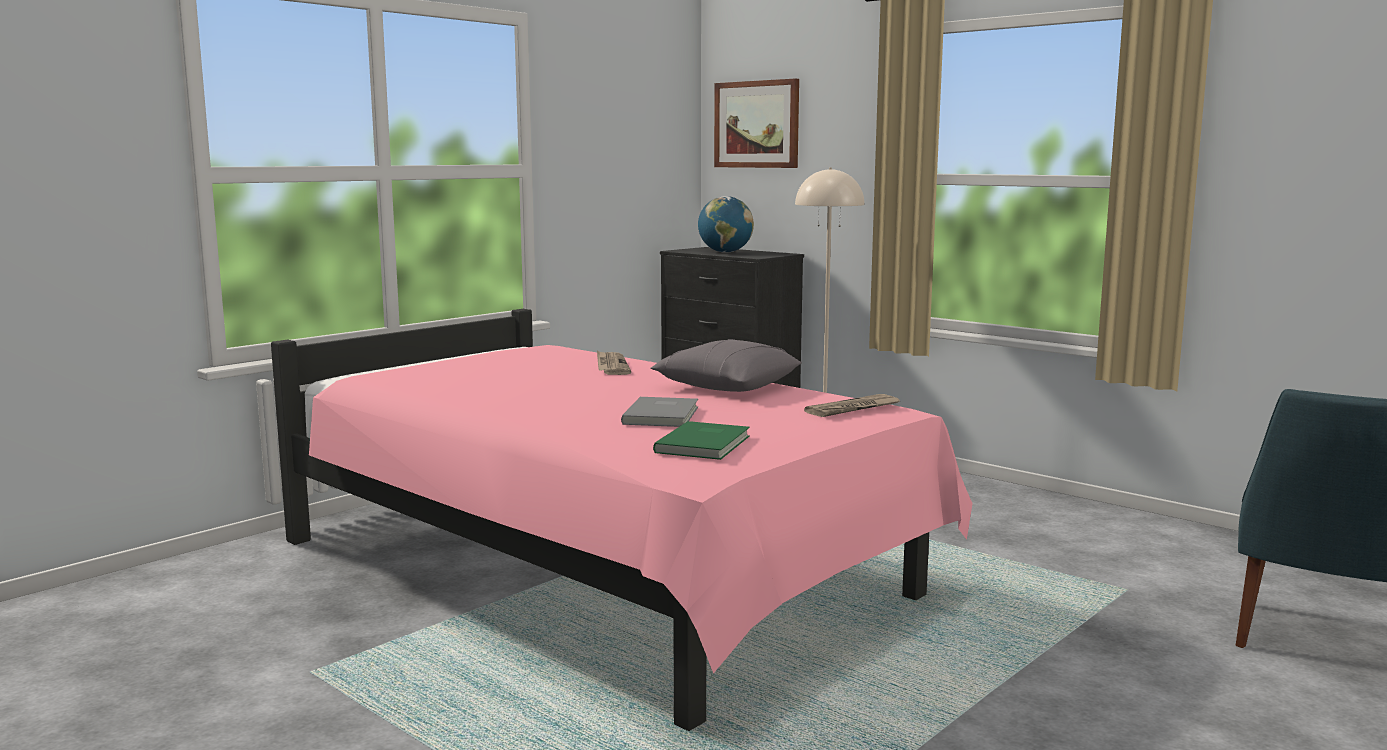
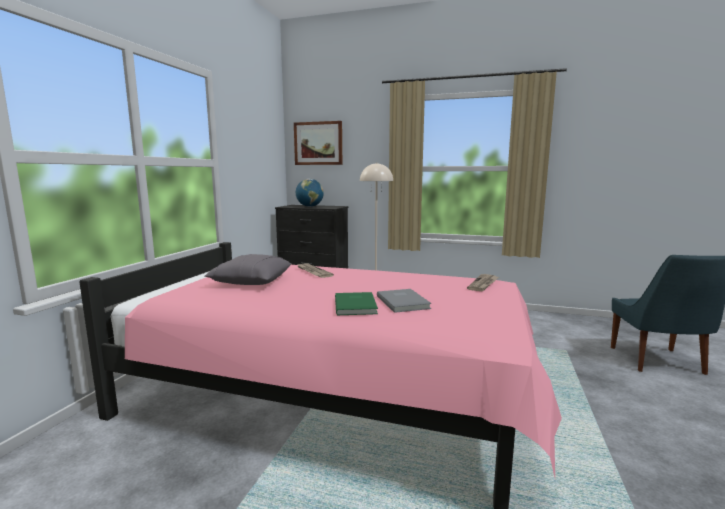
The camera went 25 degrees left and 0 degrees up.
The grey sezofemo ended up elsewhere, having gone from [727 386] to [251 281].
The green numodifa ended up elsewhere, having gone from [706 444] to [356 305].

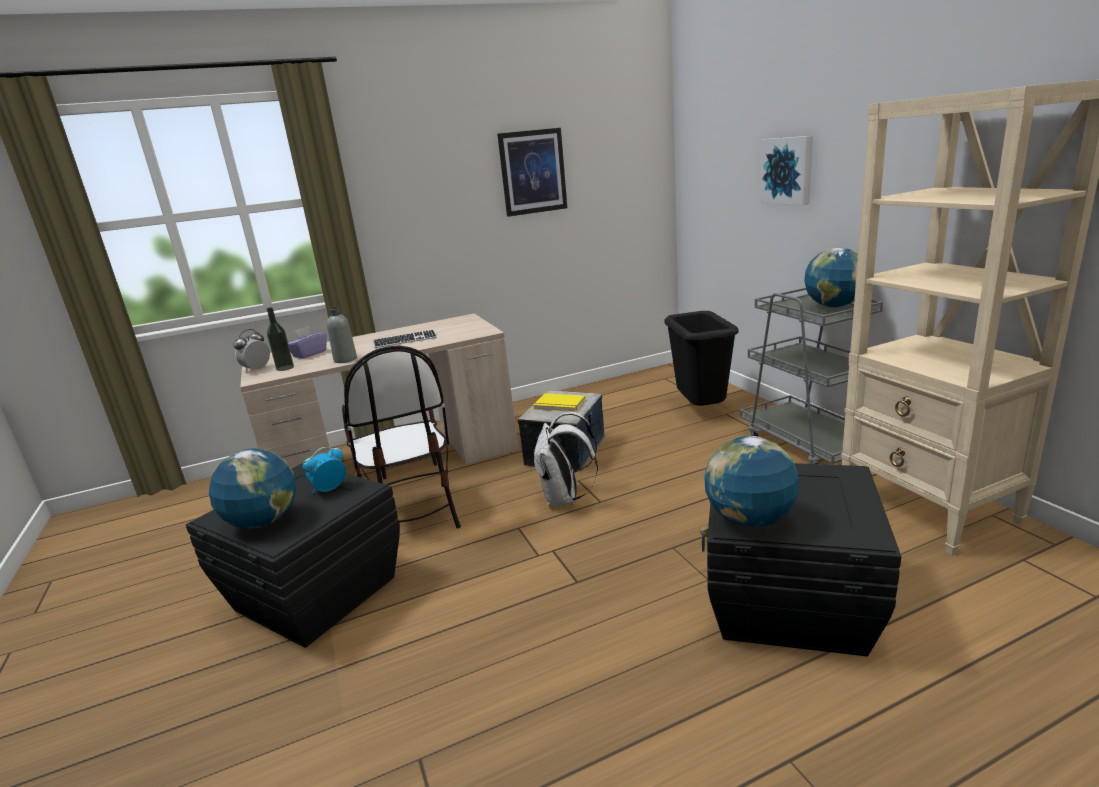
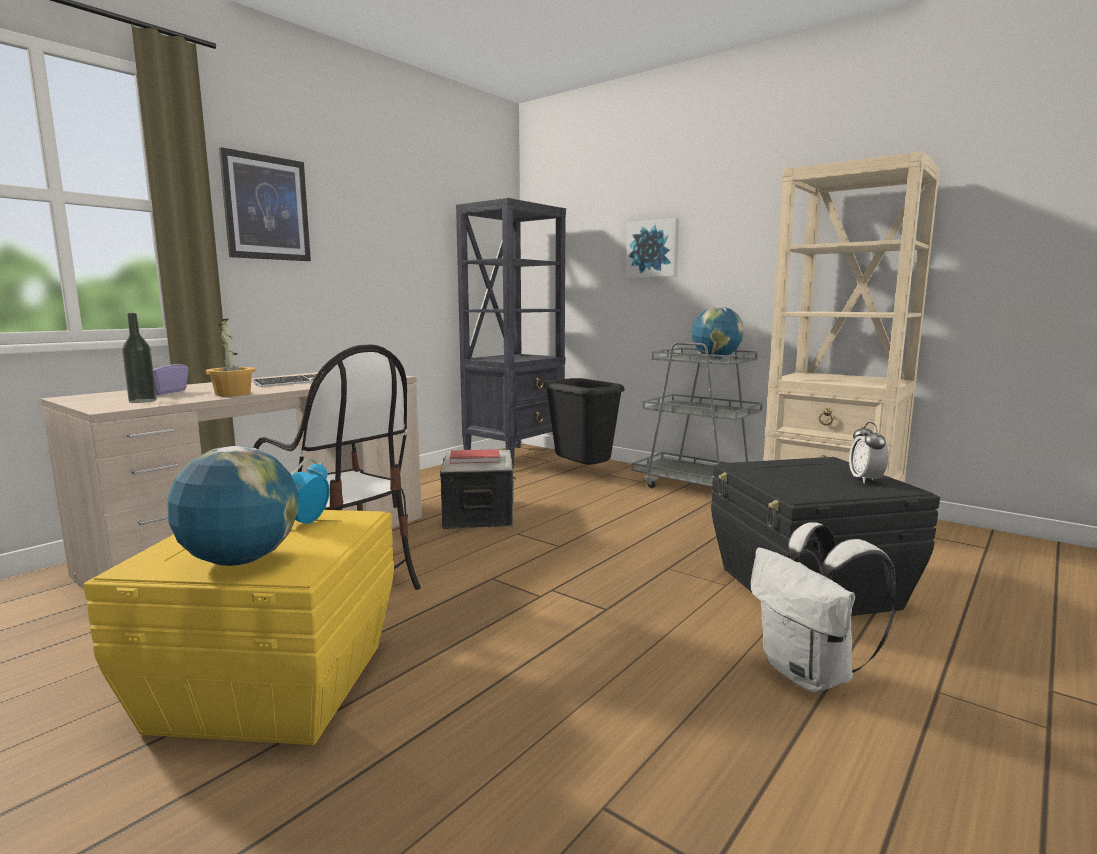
The camera went 30 degrees left and 10 degrees down.
The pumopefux ended up elsewhere, having gone from [533 172] to [266 208].
Where the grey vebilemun stood at [345 359], the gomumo came to stand at [233 394].
The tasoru ended up elsewhere, having gone from [257 369] to [865 480].
What was the yellow numodifa at [559 405] turned into the red numodifa at [475 459].
The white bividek ended up elsewhere, having gone from [564 499] to [810 675].
The second view lost the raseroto at [749 520].
What was the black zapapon at [314 594] turned into the yellow zapapon at [269 687].
The second view gained the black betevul at [515 458].

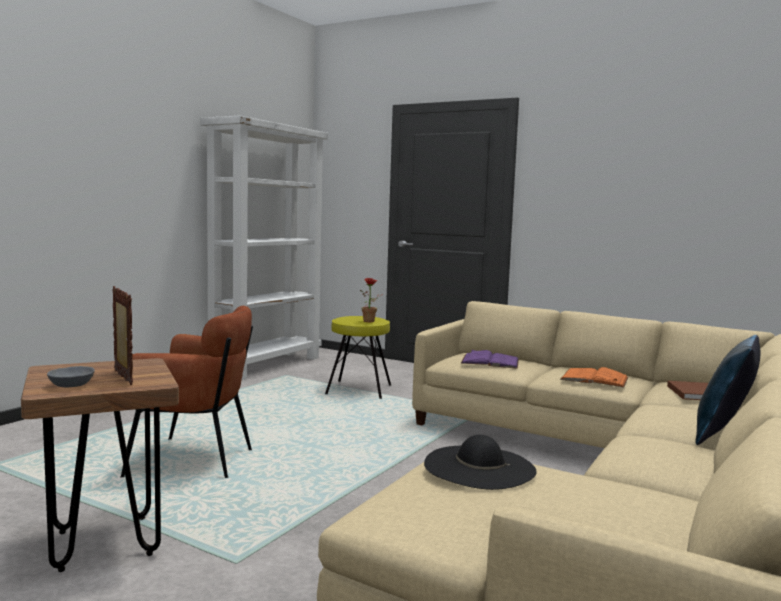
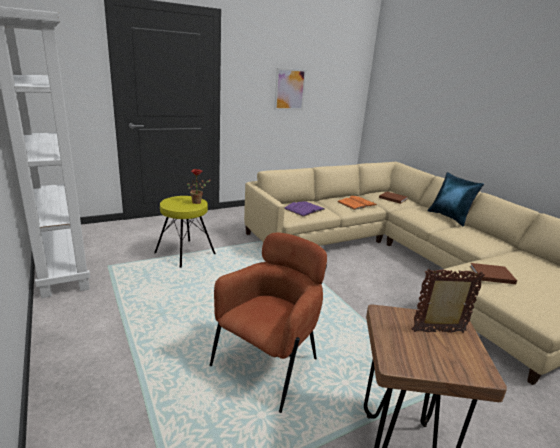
The camera went 60 degrees left and 15 degrees up.
The second view lost the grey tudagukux at [70 384].
Where the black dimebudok stood at [479 467], the brown numodifa came to stand at [490 275].
The second view gained the pumopefux at [290 89].

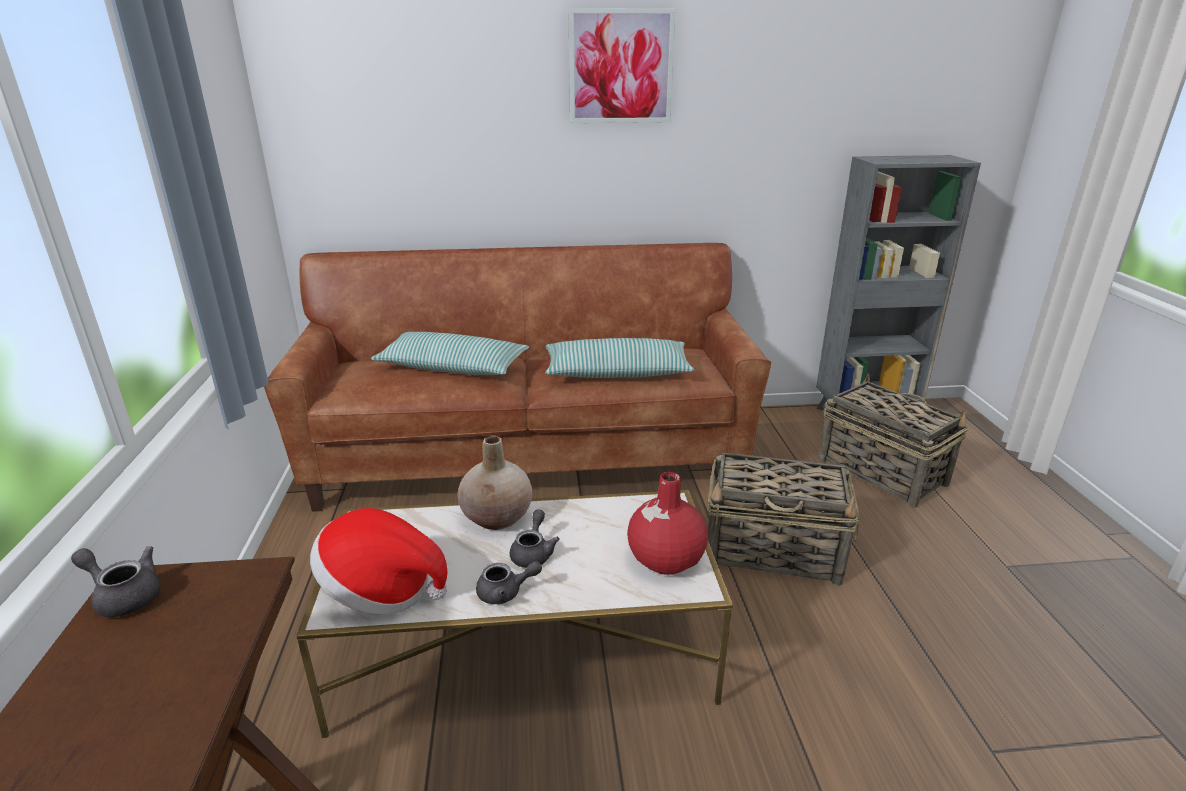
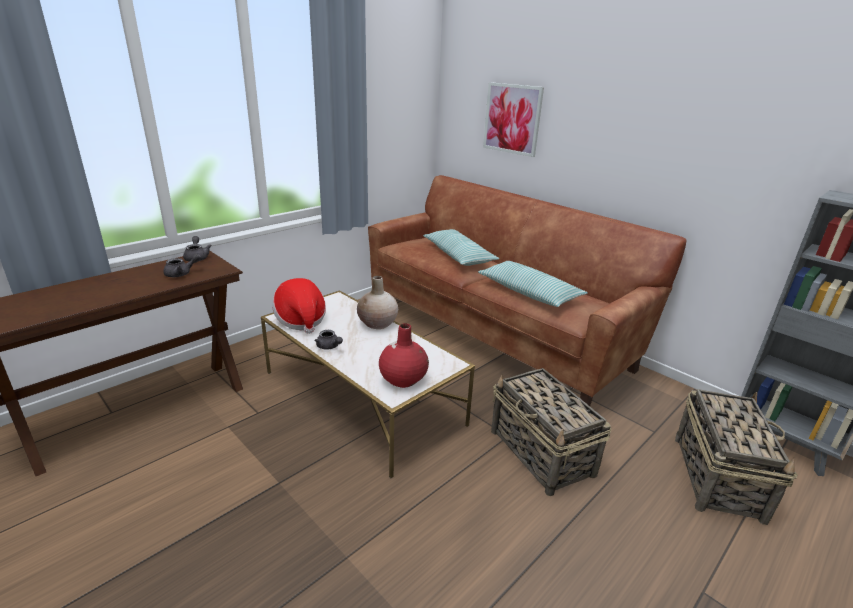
The camera went 50 degrees right and 0 degrees up.
The pumopefux ended up elsewhere, having gone from [620 67] to [512 119].
The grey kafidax ended up elsewhere, having gone from [533 553] to [182 274].

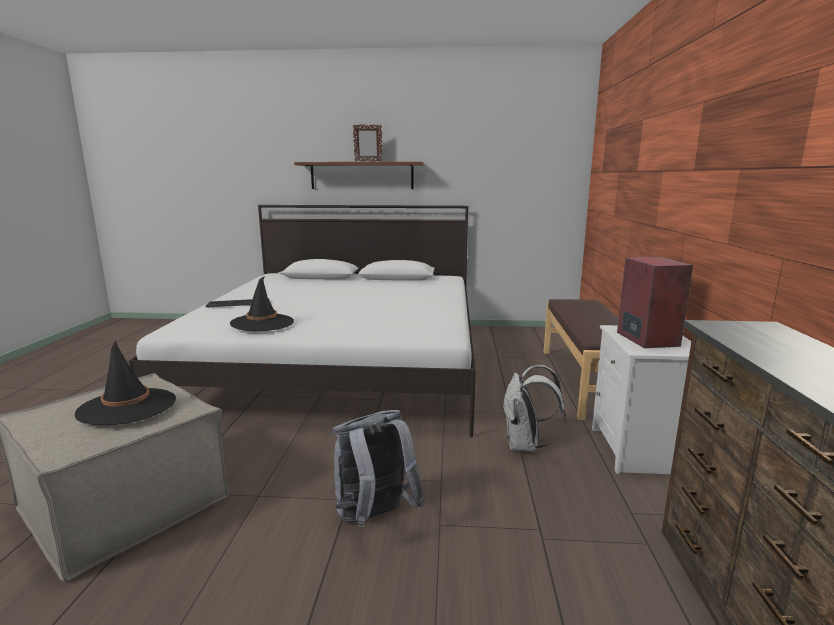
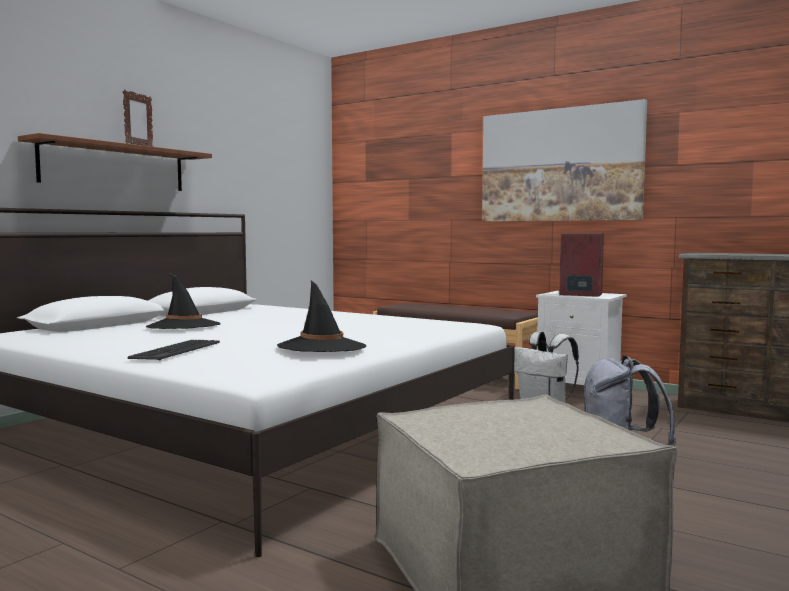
The camera went 60 degrees left and 10 degrees down.
The black dimebudok ended up elsewhere, having gone from [127 407] to [184 326].
The second view gained the pumopefux at [560 165].

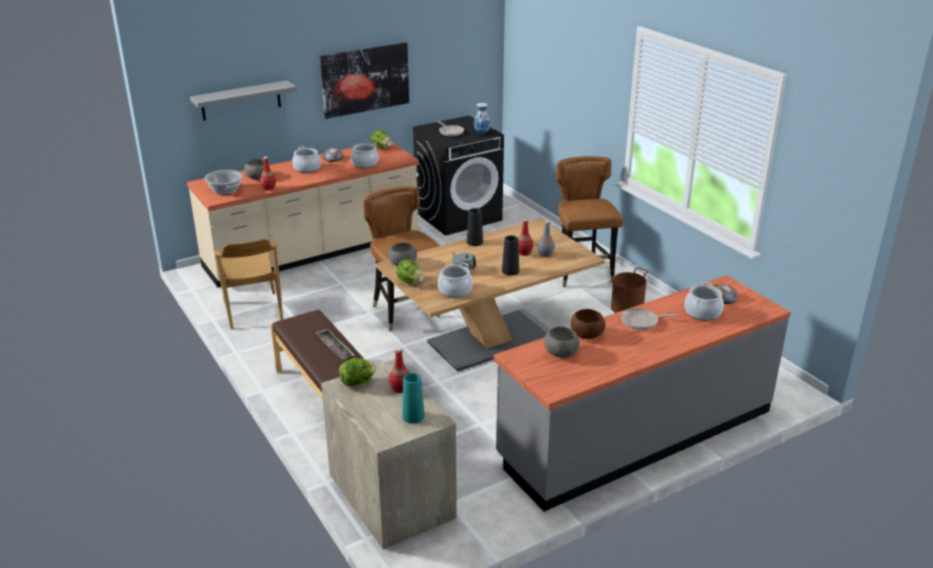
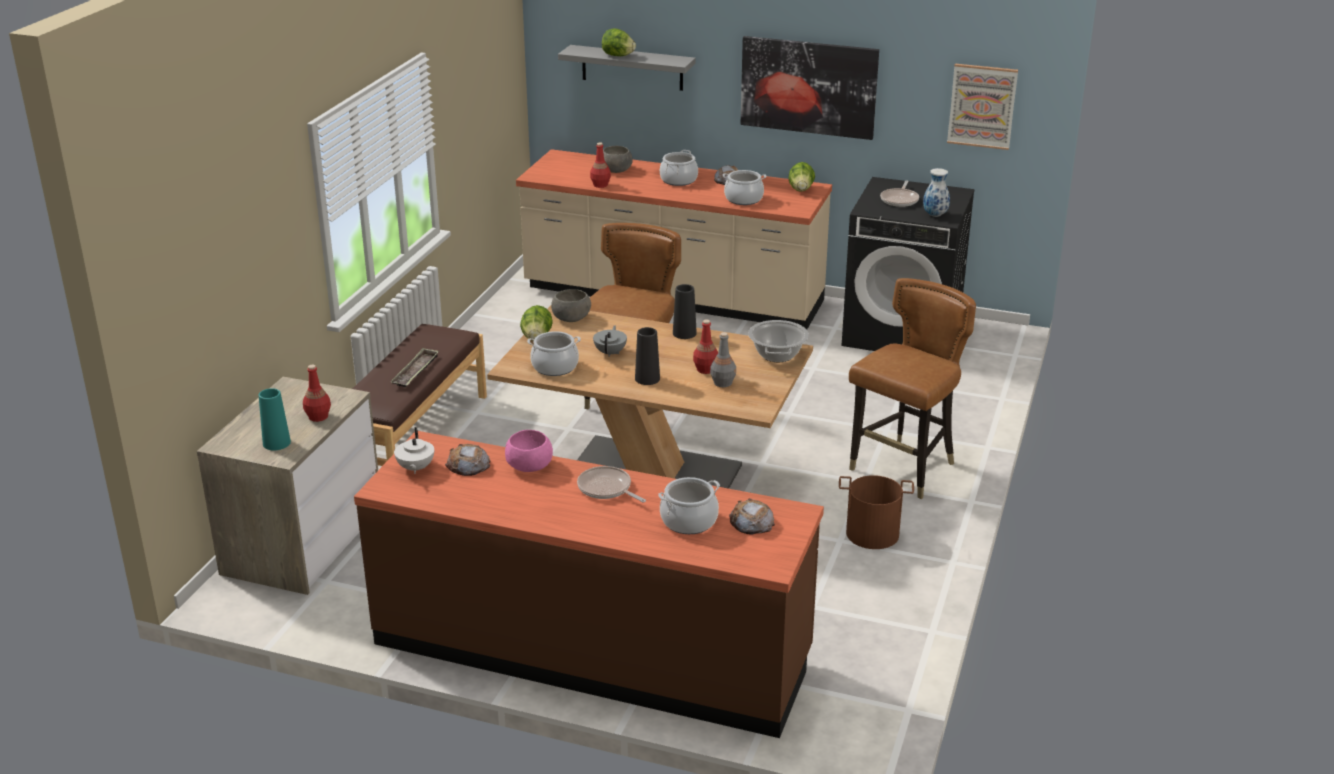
The camera went 50 degrees right and 0 degrees up.
The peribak ended up elsewhere, having gone from [225 190] to [777 355].
The second view lost the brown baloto at [253 311].
What was the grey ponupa at [636 434] turned into the brown ponupa at [592 650].
What was the brown tudagukux at [586 334] turned into the pink tudagukux at [529 465].
Where the grey tudagukux stood at [561 352], the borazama came to stand at [468 465].
The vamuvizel ended up elsewhere, having gone from [358 382] to [618 55].
The second view gained the pumopefux at [982 106].
The second view gained the white kafidax at [415 468].

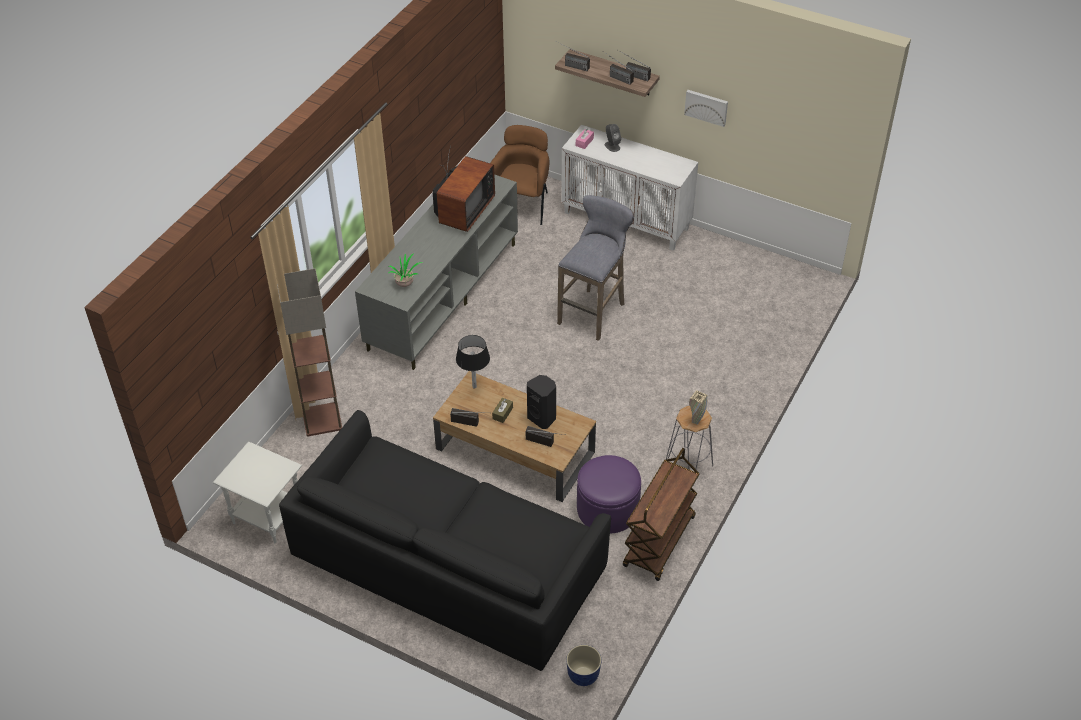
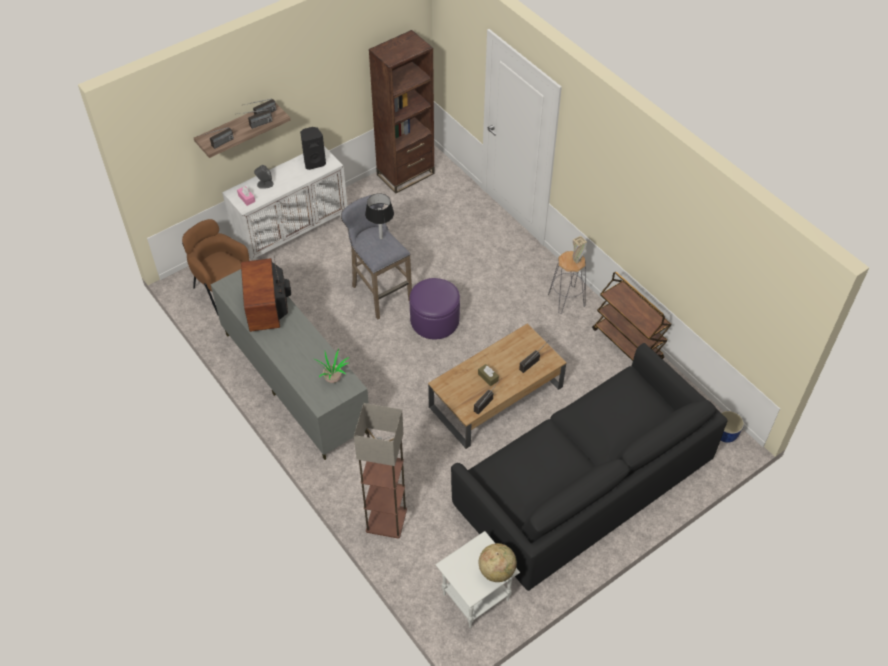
The camera went 65 degrees left and 5 degrees up.
The second view lost the pumopefux at [706 107].
The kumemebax at [462 211] ended up facing another way, 150 degrees counterclockwise from before.
The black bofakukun ended up elsewhere, having gone from [474 386] to [381 238].
The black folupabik ended up elsewhere, having gone from [542 418] to [314 162].
The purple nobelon ended up elsewhere, having gone from [607 509] to [434 320].
The second view gained the brown betevul at [405 174].
The second view gained the raseroto at [497 571].

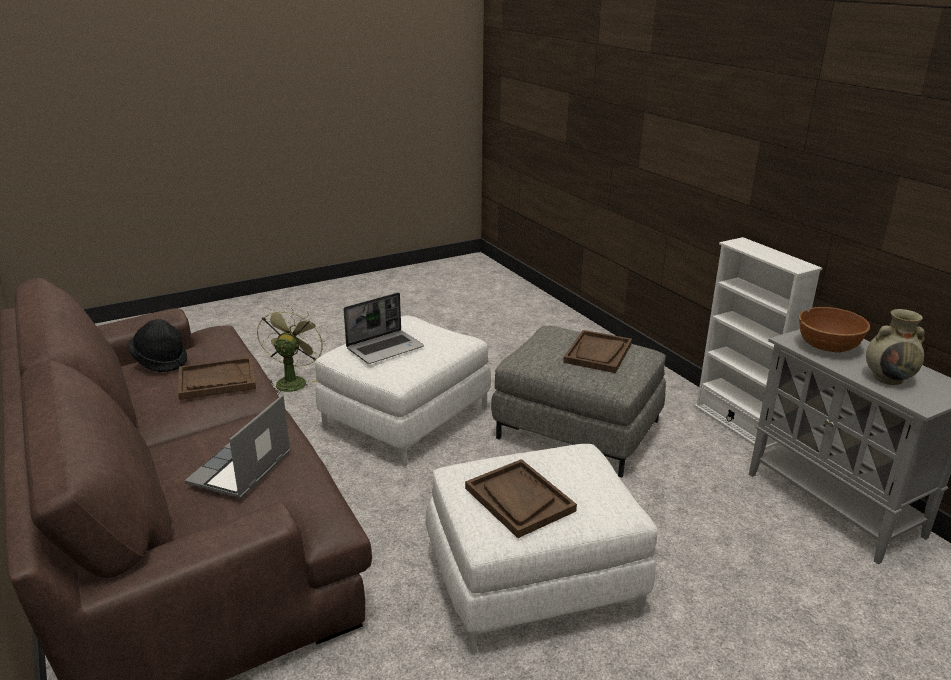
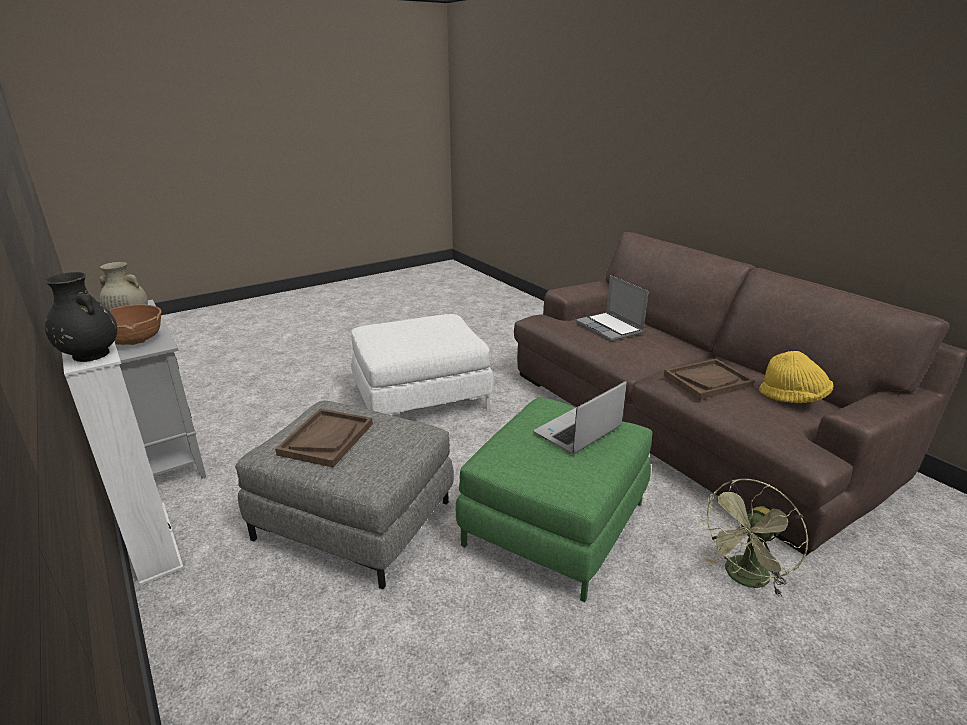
The camera went 175 degrees right and 0 degrees up.
The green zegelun at [292 381] ended up facing another way, 45 degrees clockwise from before.
What was the white nobelon at [405 417] turned into the green nobelon at [556 524].
What was the black dimebudok at [161 361] turned into the yellow dimebudok at [793 398].
The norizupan at [240 469] ended up facing another way, 135 degrees clockwise from before.
The second view lost the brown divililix at [519 499].
The second view gained the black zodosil at [90 354].

